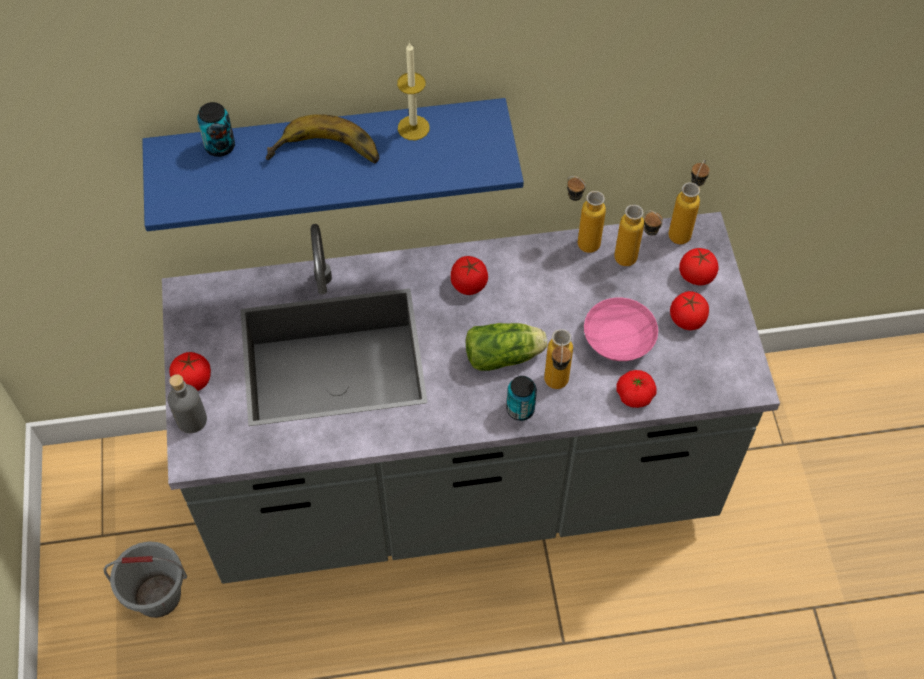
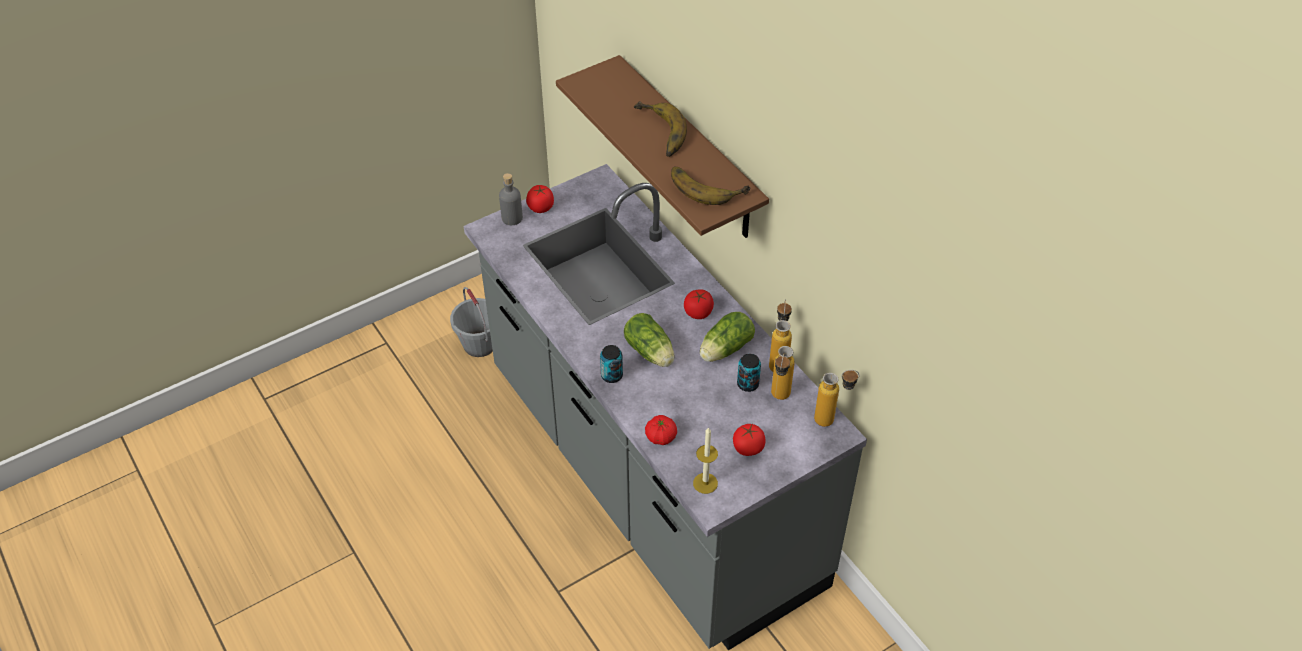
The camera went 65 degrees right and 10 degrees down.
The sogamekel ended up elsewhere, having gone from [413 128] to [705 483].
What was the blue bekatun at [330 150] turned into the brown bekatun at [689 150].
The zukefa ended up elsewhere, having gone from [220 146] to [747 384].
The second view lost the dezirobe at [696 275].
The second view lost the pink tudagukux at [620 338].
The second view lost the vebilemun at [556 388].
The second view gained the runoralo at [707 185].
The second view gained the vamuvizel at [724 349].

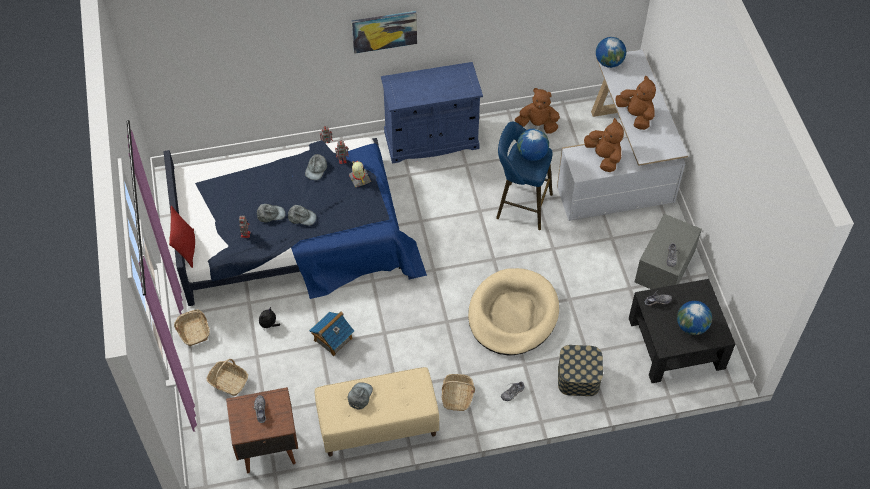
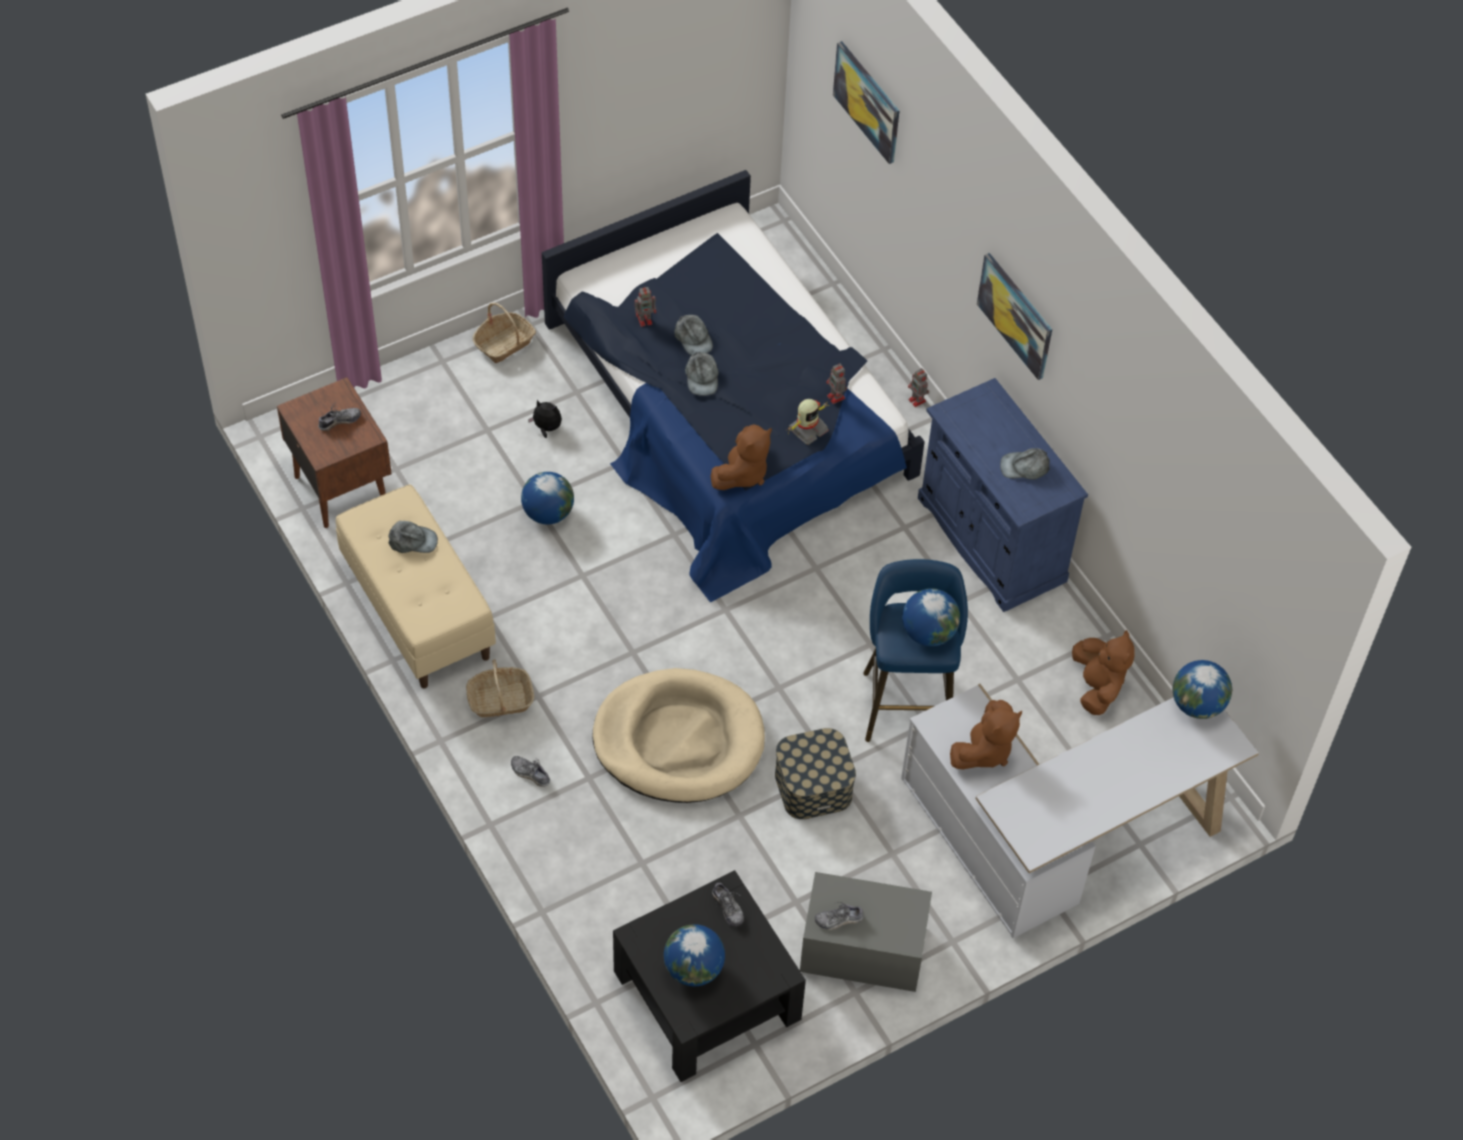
The camera went 70 degrees right and 0 degrees up.
The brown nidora ended up elsewhere, having gone from [635 116] to [742 473].
The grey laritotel ended up elsewhere, having gone from [316 169] to [1024 467].
The second view lost the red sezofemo at [186 249].
Where the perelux stood at [332 339], the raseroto came to stand at [548 513].
The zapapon ended up elsewhere, having gone from [578 377] to [813 786].
The second view lost the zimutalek at [228 382].
The second view gained the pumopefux at [868 101].

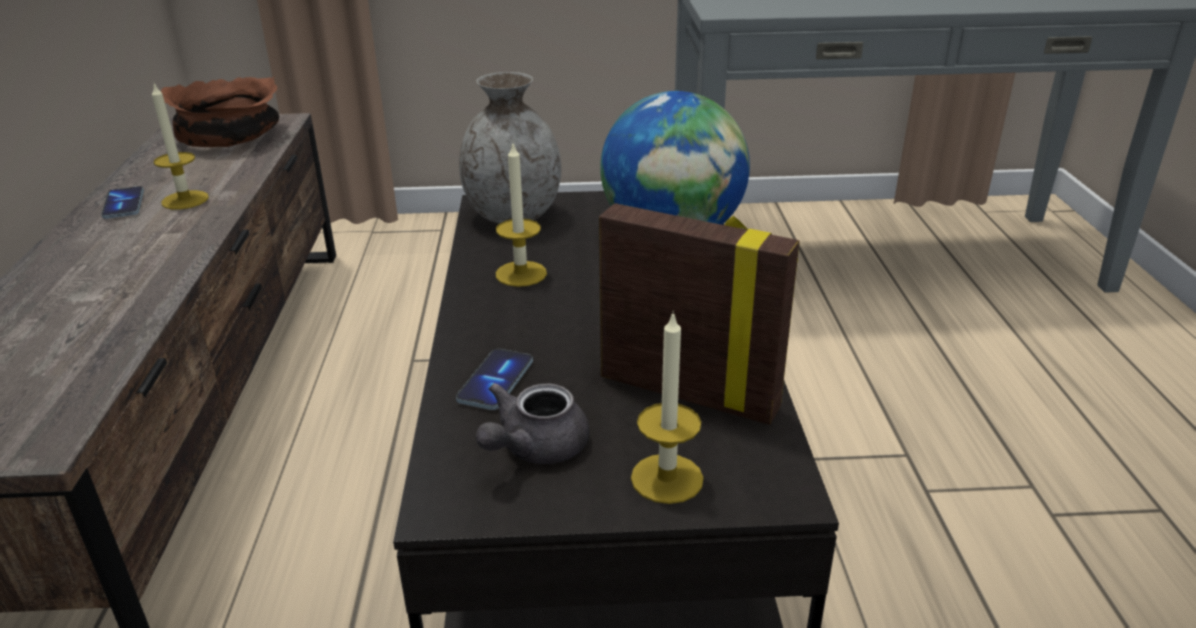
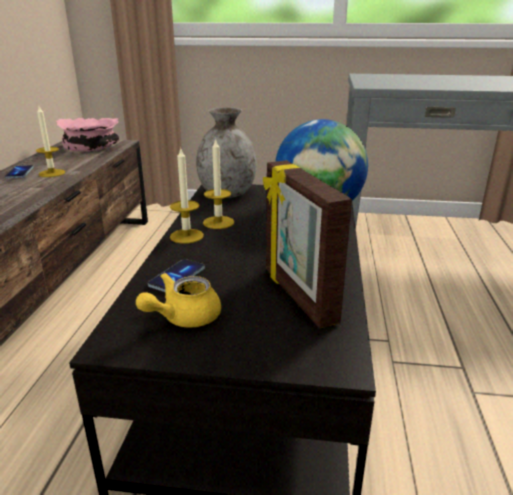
The camera went 10 degrees right and 5 degrees down.
What was the brown tudagukux at [232 136] turned into the pink tudagukux at [93 147].
The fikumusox at [689 392] ended up facing another way, 150 degrees counterclockwise from before.
The sogamekel ended up elsewhere, having gone from [667 478] to [186 236].
What was the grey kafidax at [534 448] turned into the yellow kafidax at [183 318].

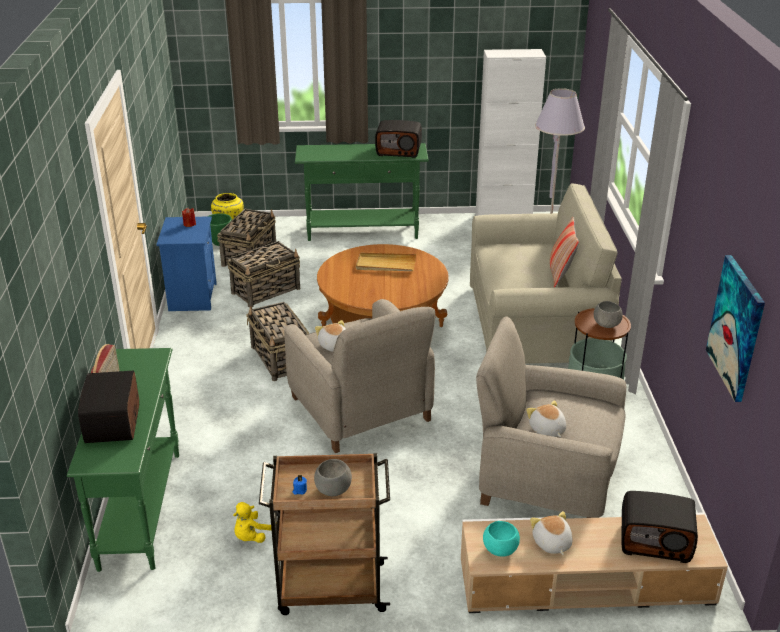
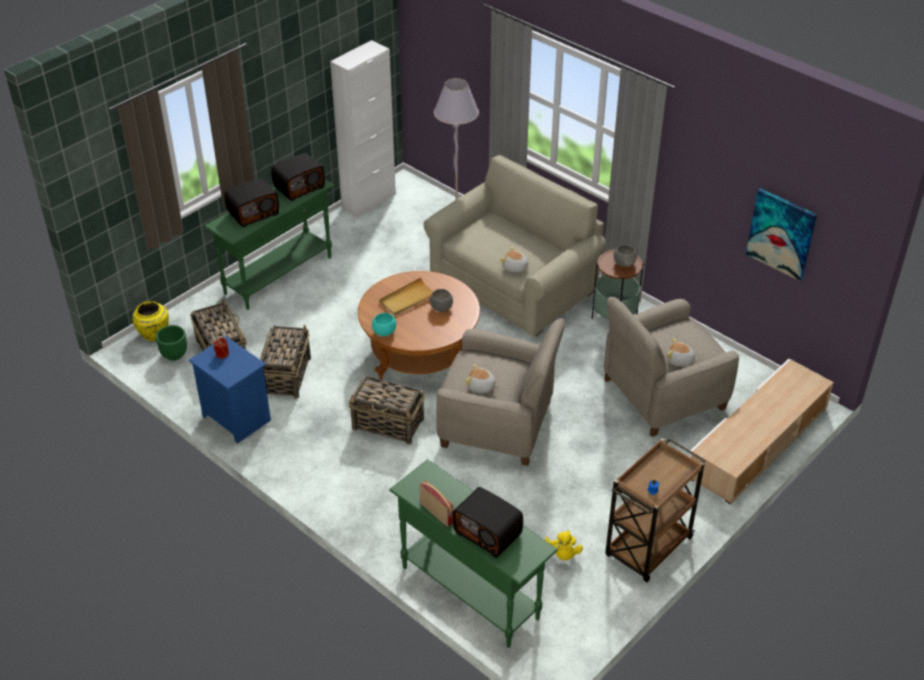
The camera went 45 degrees left and 10 degrees up.
The second view lost the sezofemo at [560 274].
The grey tudagukux ended up elsewhere, having gone from [332 490] to [441 308].
The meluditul ended up elsewhere, having gone from [655 541] to [253 213].
The nidora ended up elsewhere, having gone from [551 543] to [515 268].
The turquoise tudagukux ended up elsewhere, having gone from [500 550] to [384 332].

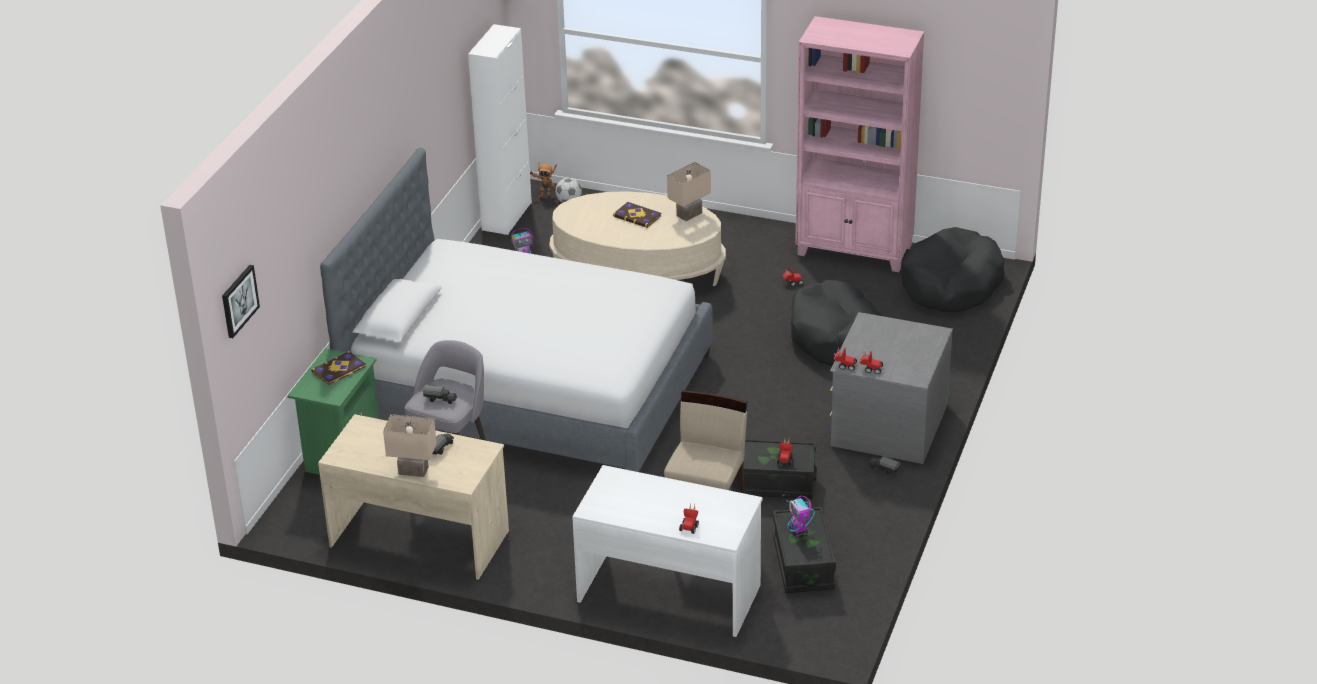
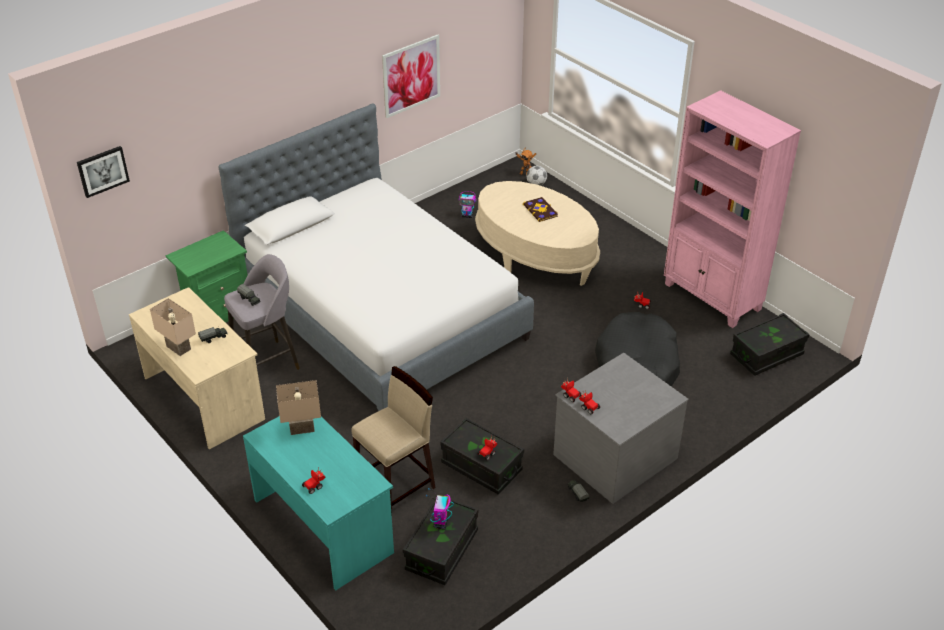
The camera went 30 degrees right and 5 degrees up.
The second view lost the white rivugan at [506 216].
The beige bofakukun ended up elsewhere, having gone from [688 214] to [302 427].
Where the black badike stood at [951 285], the black zapapon came to stand at [766 355].
The second view lost the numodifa at [339 370].
What was the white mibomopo at [669 592] turned into the turquoise mibomopo at [324 525].
The second view gained the pumopefux at [411 76].

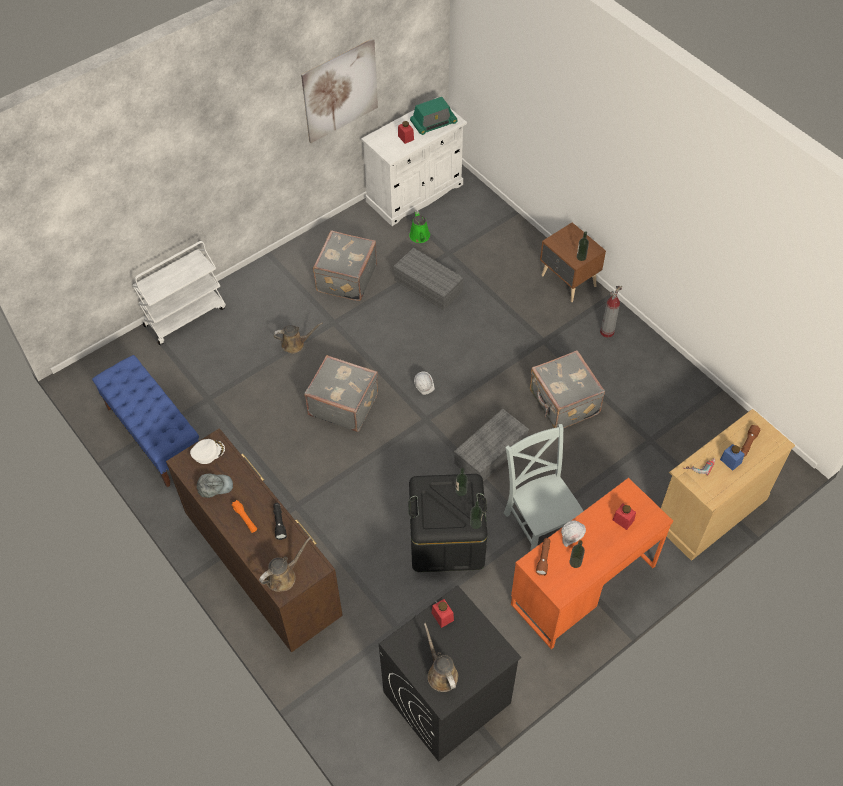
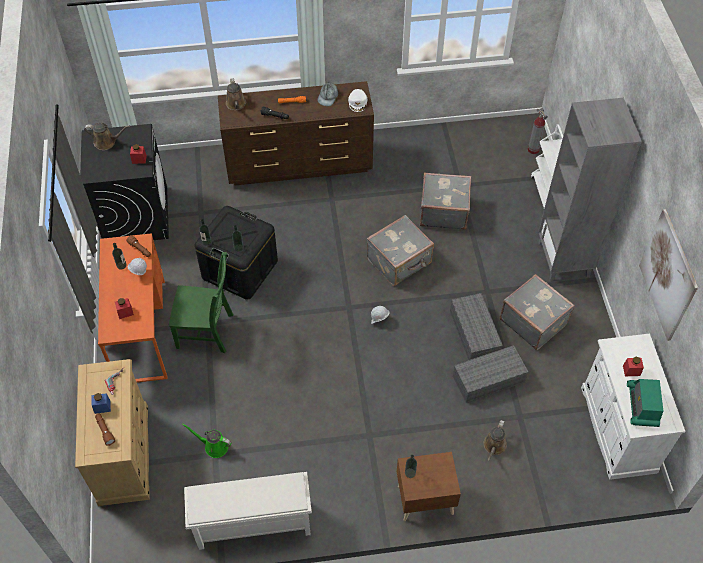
The camera went 120 degrees right and 0 degrees up.
The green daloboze ended up elsewhere, having gone from [420 237] to [214 446].
The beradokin ended up elsewhere, having gone from [607 332] to [533 149].
The brown daloboze ended up elsewhere, having gone from [295 344] to [494 446].
The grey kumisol ended up elsewhere, having gone from [563 403] to [443 211].
The second view lost the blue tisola at [155 435].
The grey zapapon ended up elsewhere, having gone from [490 453] to [473 332].
What was the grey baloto at [539 522] turned into the green baloto at [207 332].
The second view gained the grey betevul at [564 260].
The second view gained the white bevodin at [252 525].

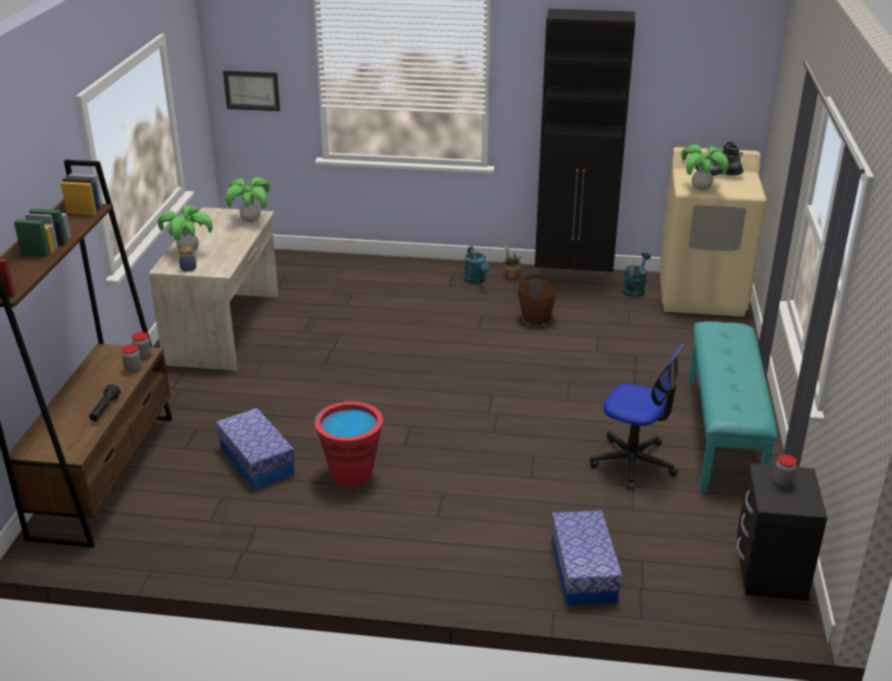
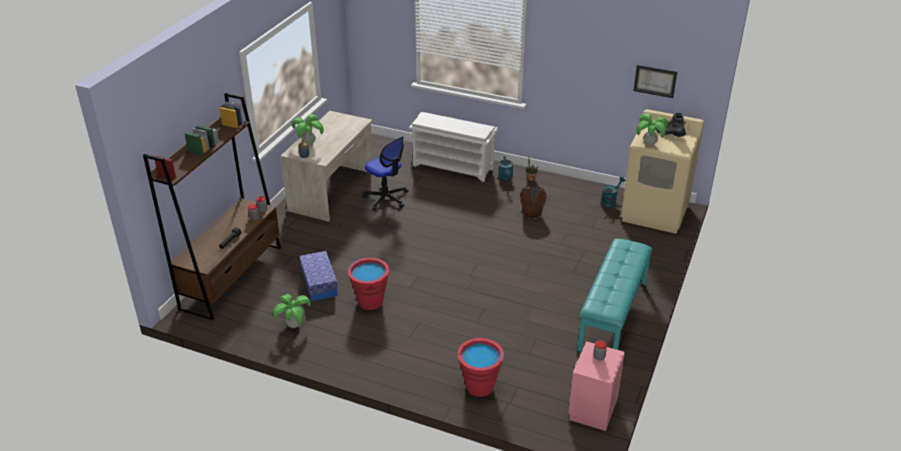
The camera went 15 degrees right and 5 degrees up.
The second view lost the black rivugan at [574 277].
The pumopefux ended up elsewhere, having gone from [252 90] to [655 81].
The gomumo ended up elsewhere, having gone from [251 220] to [294 325].
The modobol ended up elsewhere, having gone from [633 463] to [386 198].
What was the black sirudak at [770 571] turned into the pink sirudak at [593 409].
Where the zapapon stood at [583 571], the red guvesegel came to stand at [479 386].
The second view gained the white bevodin at [453 167].

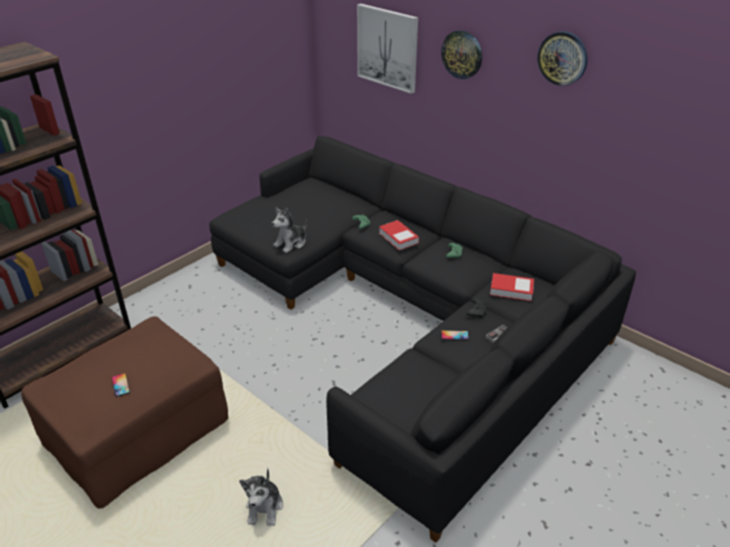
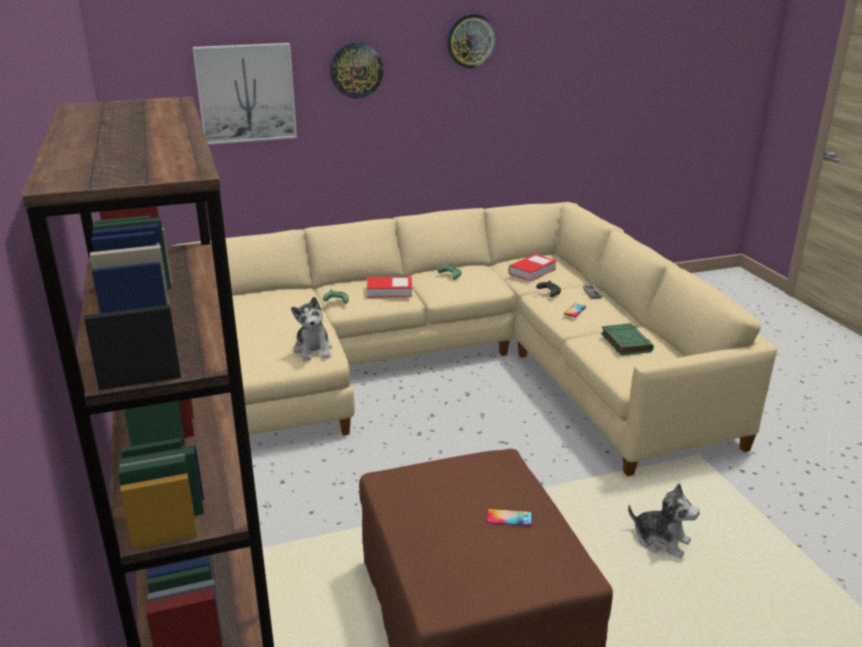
The camera went 60 degrees left and 10 degrees down.
What was the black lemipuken at [408 316] turned into the beige lemipuken at [441 368].
The second view gained the green numodifa at [625 342].

